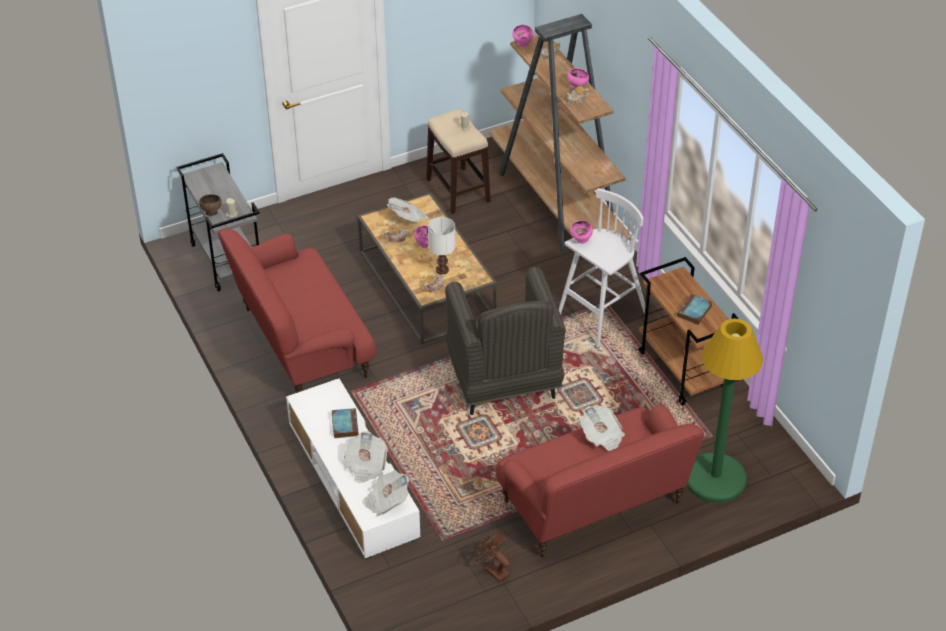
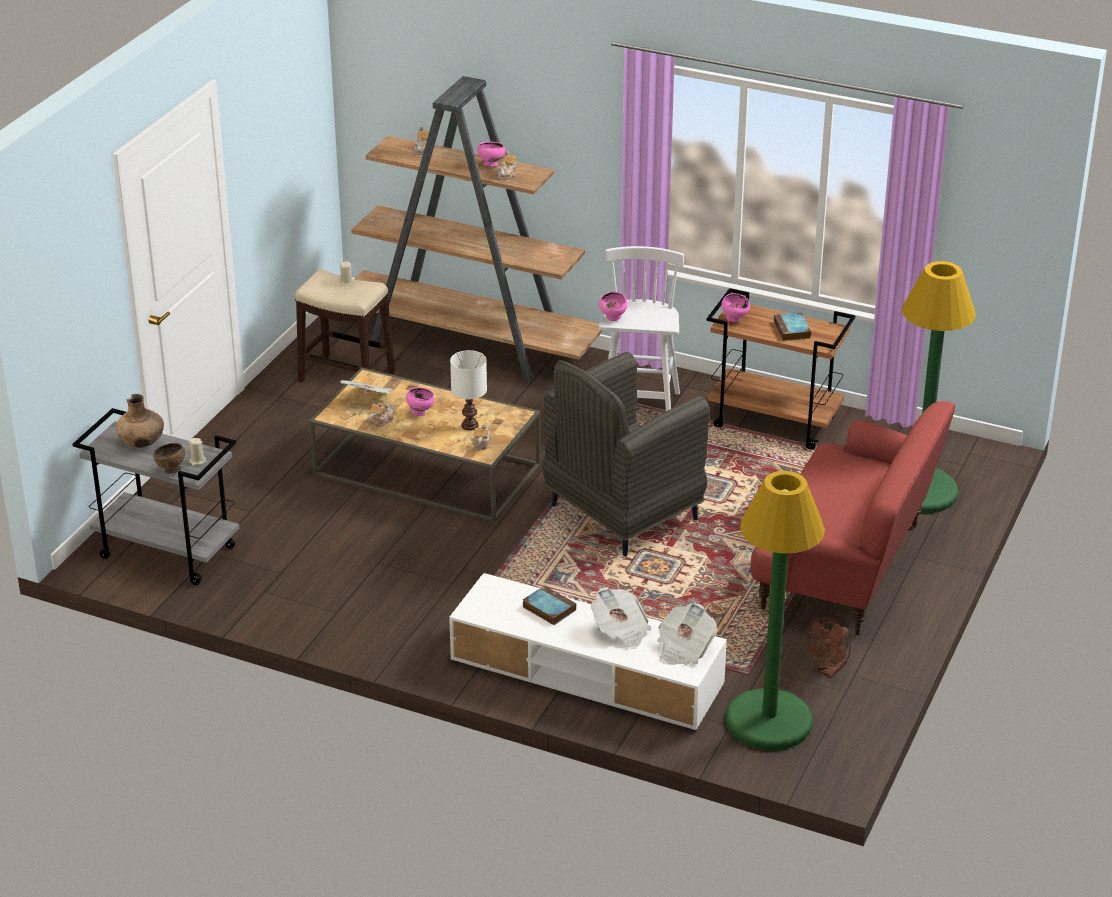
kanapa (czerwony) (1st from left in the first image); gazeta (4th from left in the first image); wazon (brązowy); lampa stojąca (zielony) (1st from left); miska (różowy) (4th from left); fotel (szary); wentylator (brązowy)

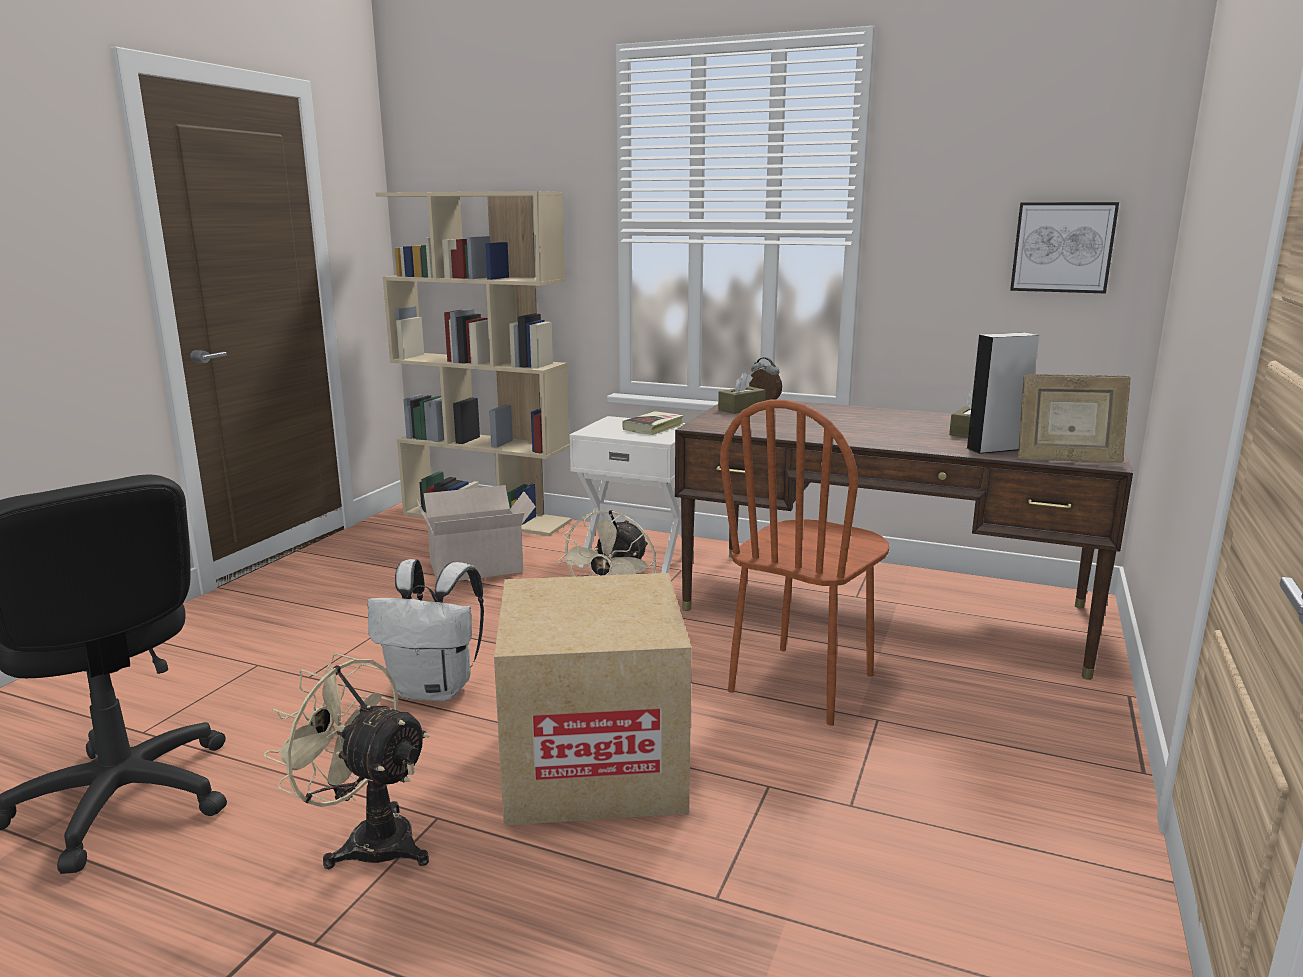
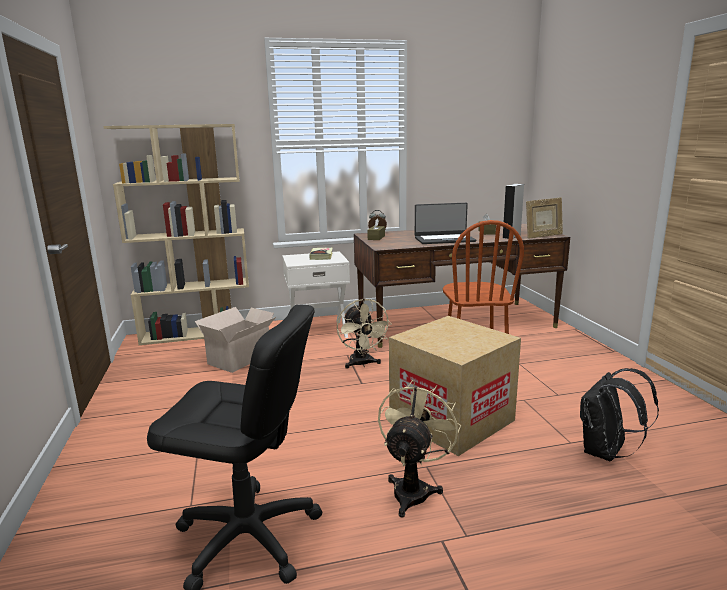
plecak (biały); obraz; laptop; plecak (czarny); wentylator (beżowy) (2nd from left)

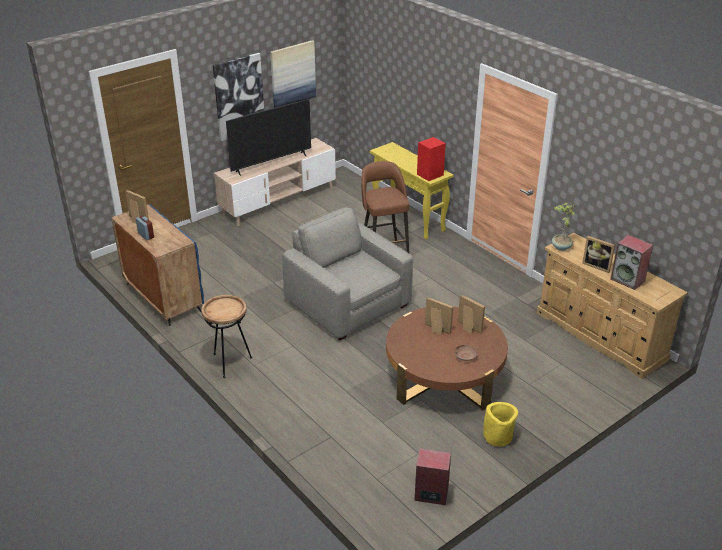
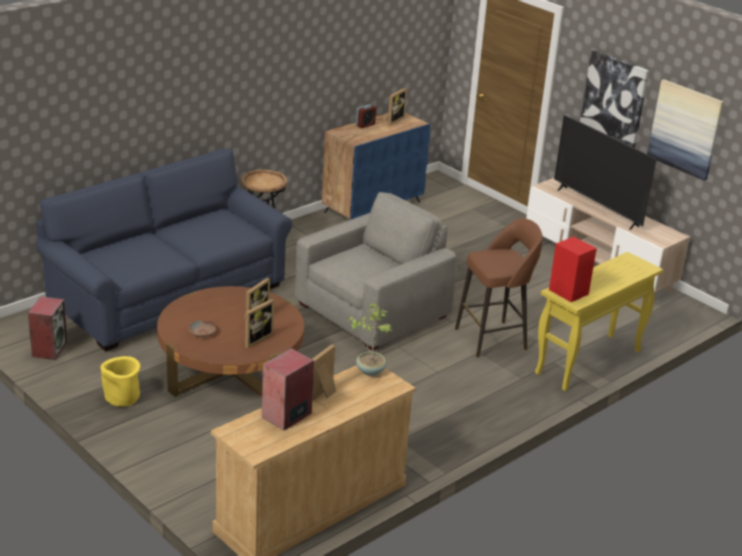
kanapa (niebieski)

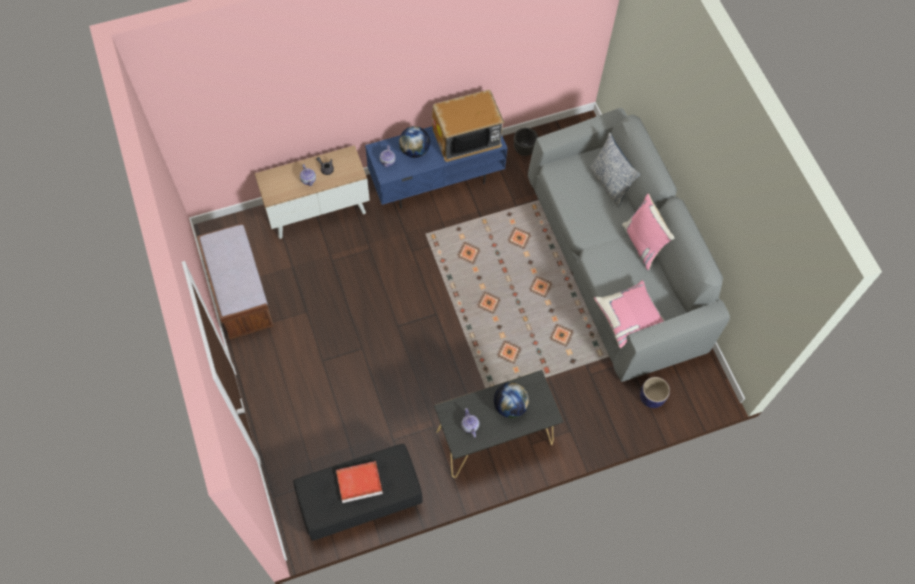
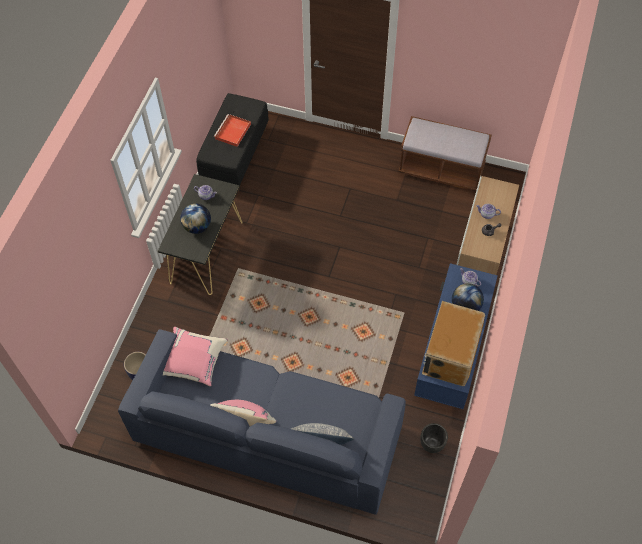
kanapa (niebieski)

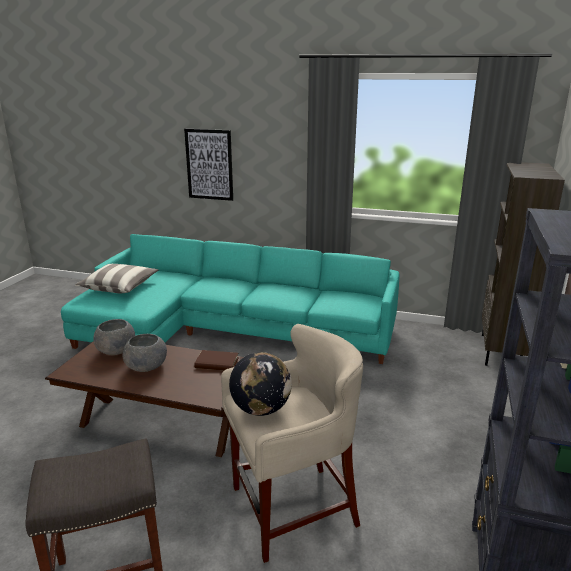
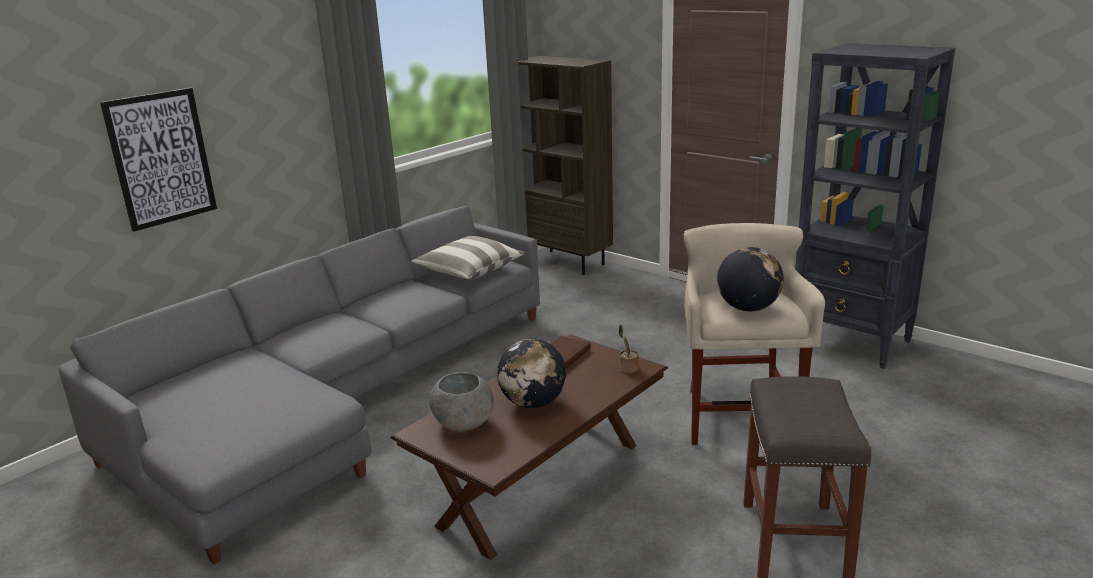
roślina doniczkowa; poduszka; globus (1st from left); kanapa (szary)

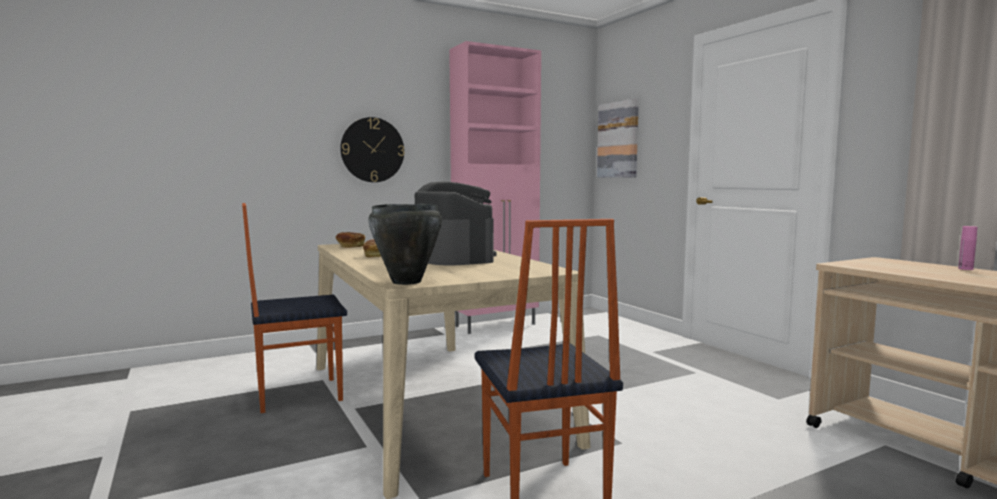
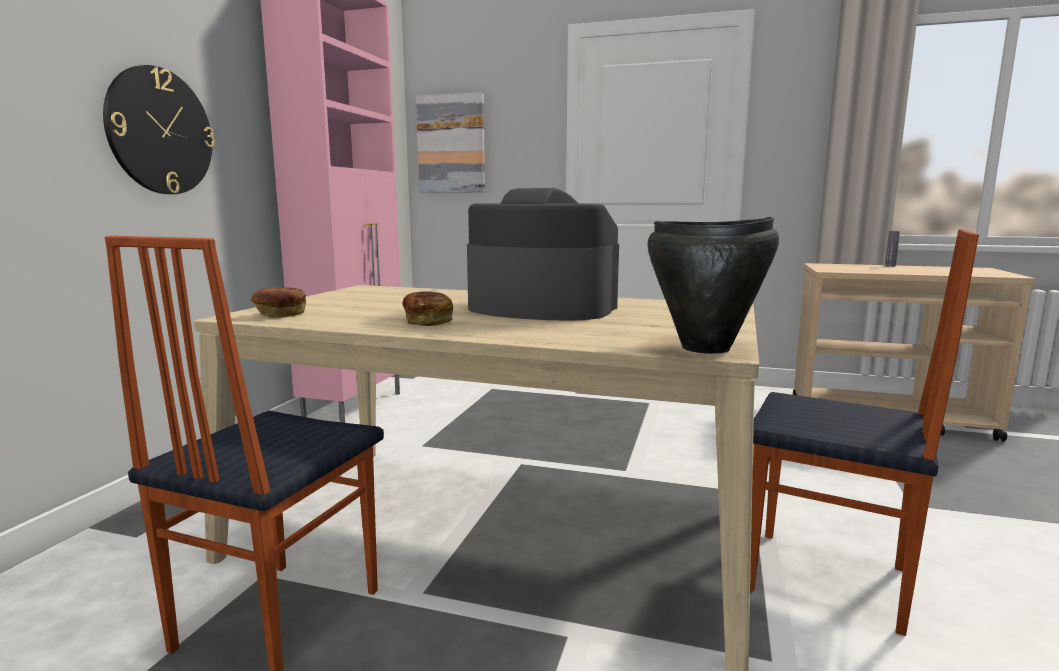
butelka (szary)

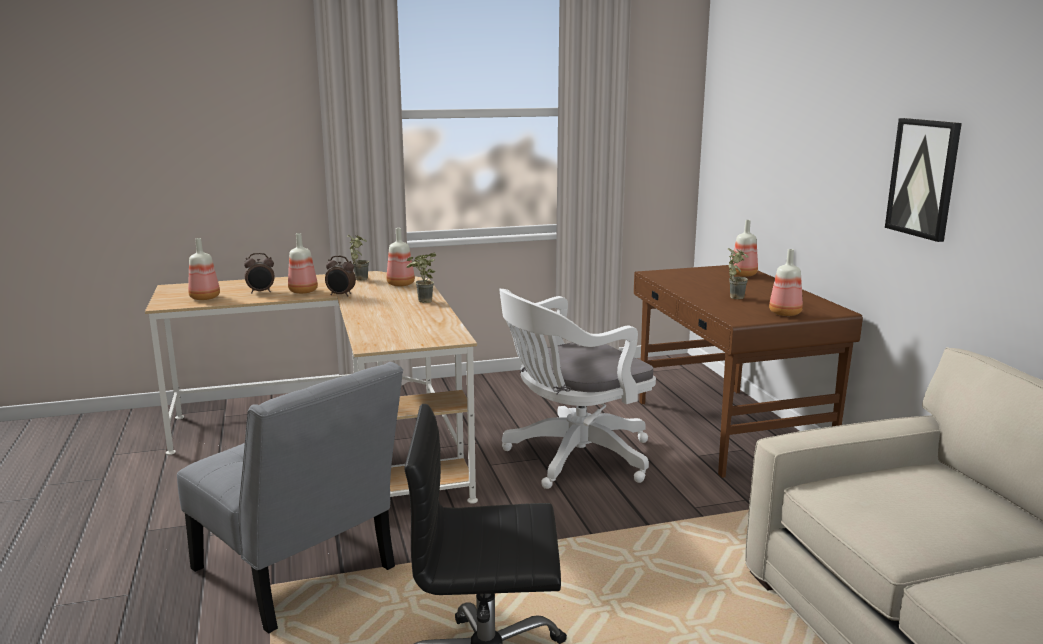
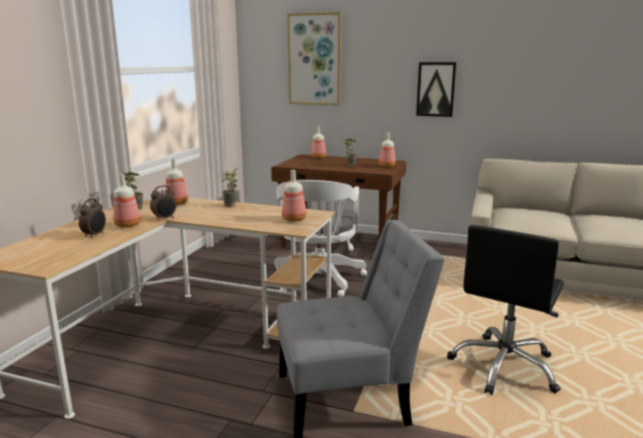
obraz (1st from left); butelka (3rd from left)

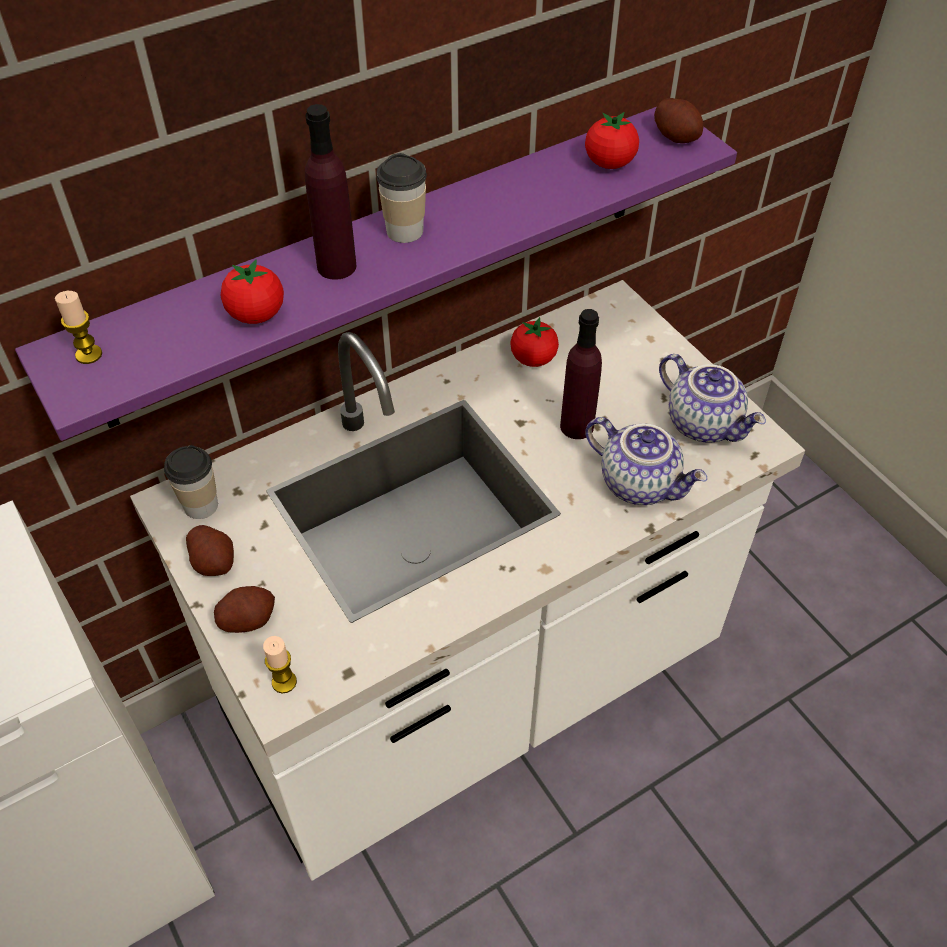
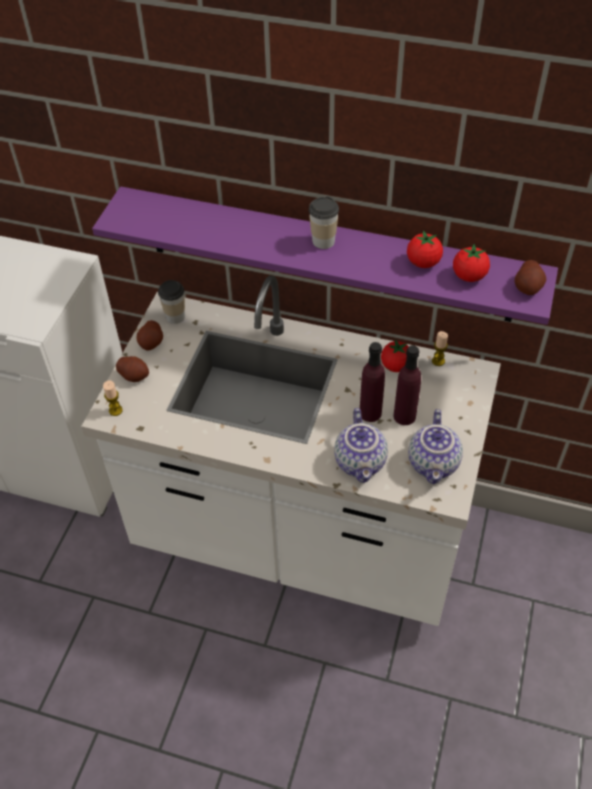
świeca (2nd from left); pomidor (2nd from left); butelka (fioletowy) (2nd from left)

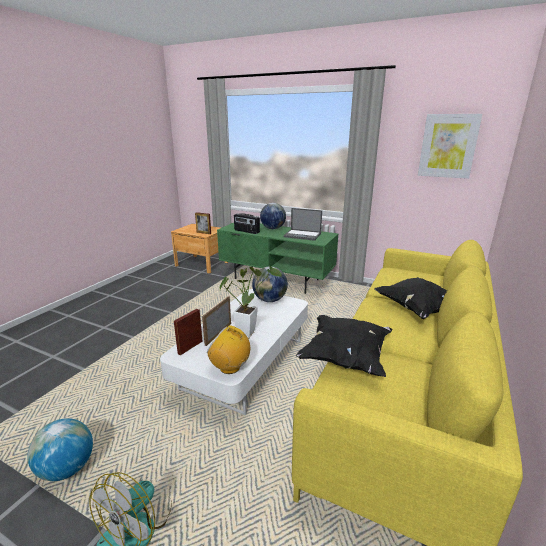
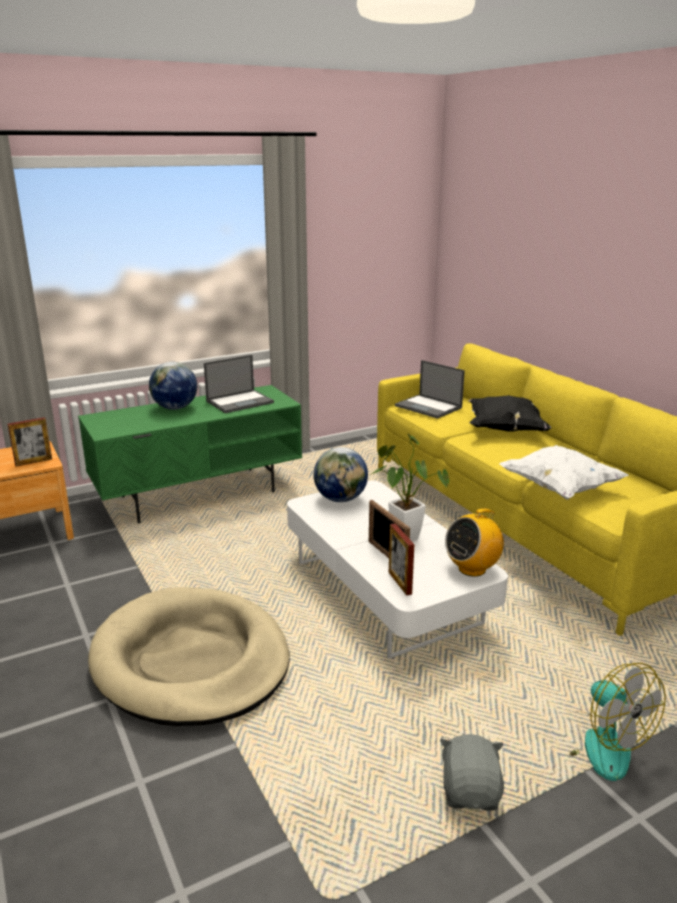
radio (2nd from left in the first image); obraz; legowisko (beżowy); laptop (2nd from left); pluszak (szary); poduszka (biały)

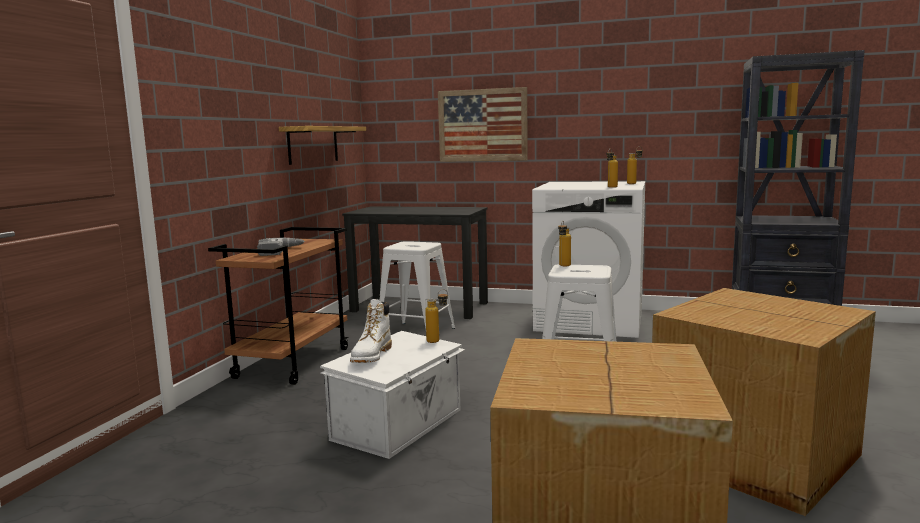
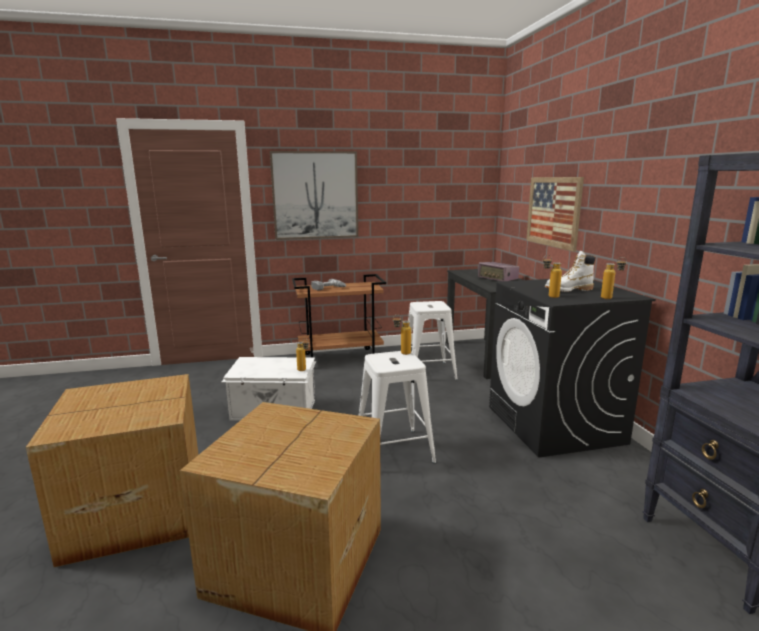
półka; obraz (1st from left); radio; but z cholewką (biały); pralka (czarny)

